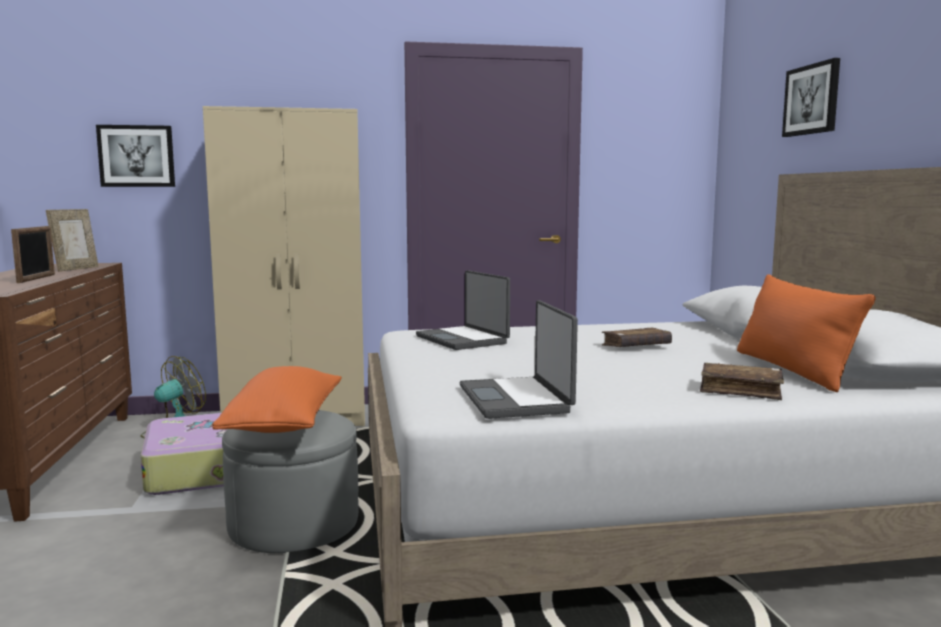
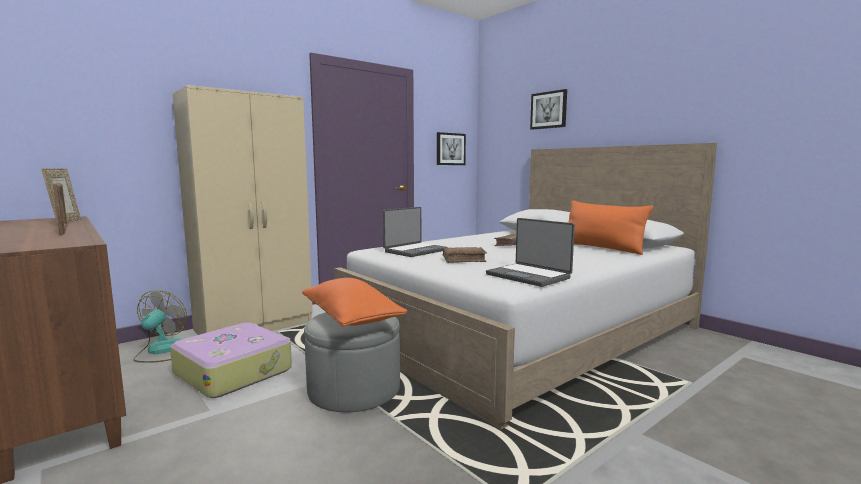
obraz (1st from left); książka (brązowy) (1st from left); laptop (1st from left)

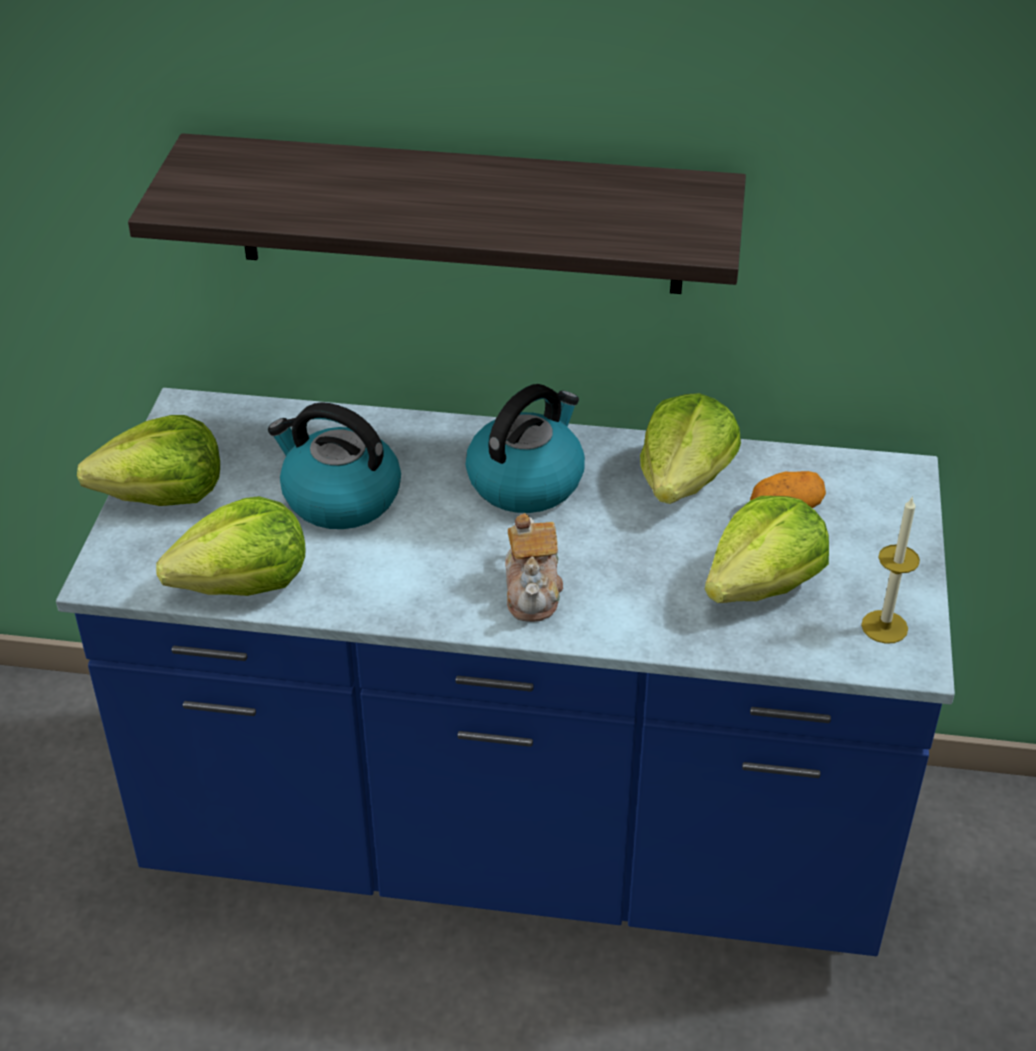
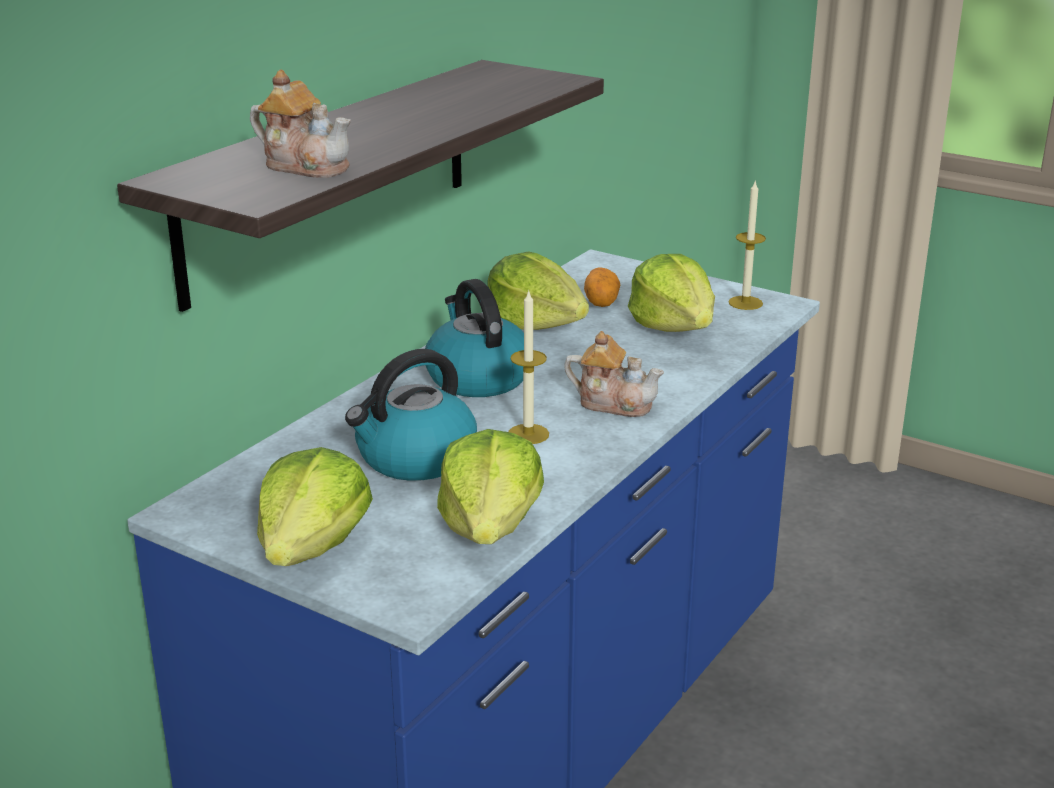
imbryk (1st from left); świeca (1st from left)

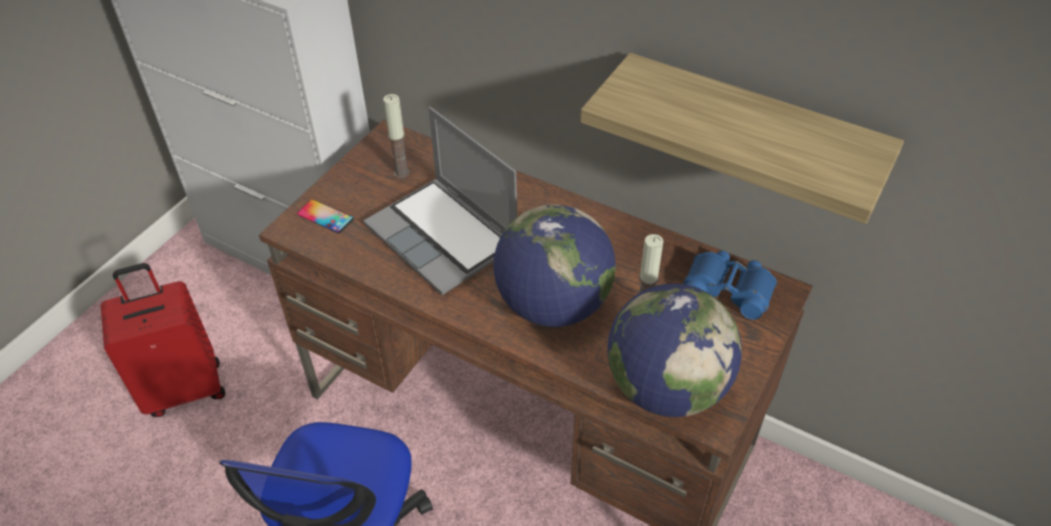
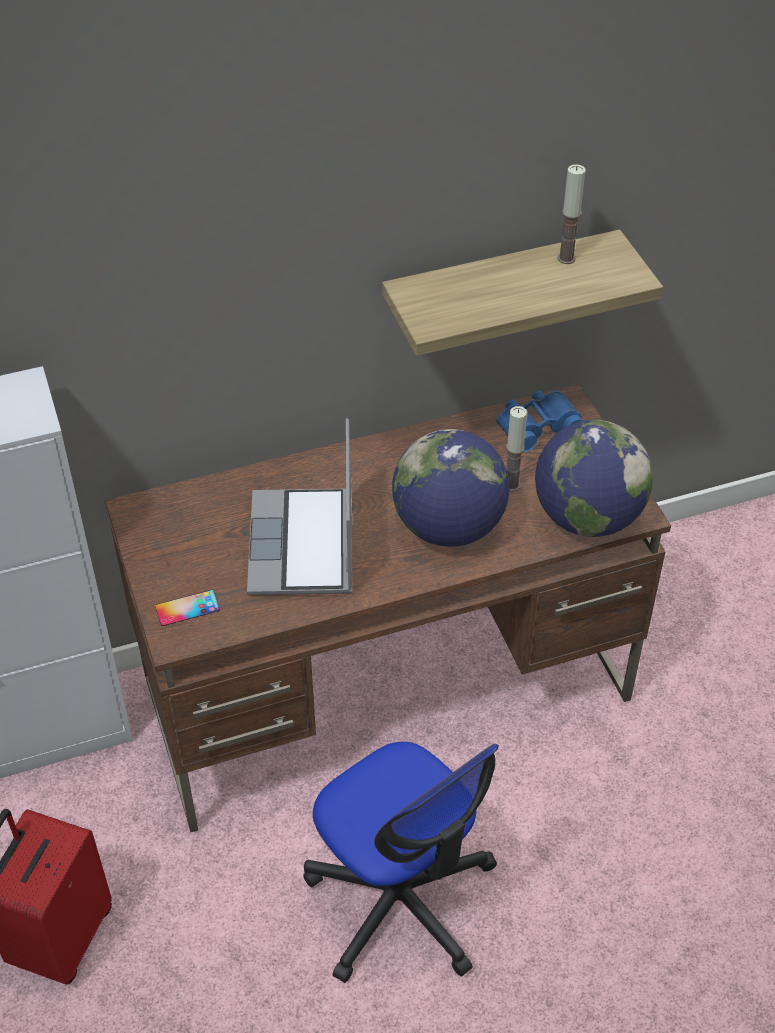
świeca (2nd from left); laptop

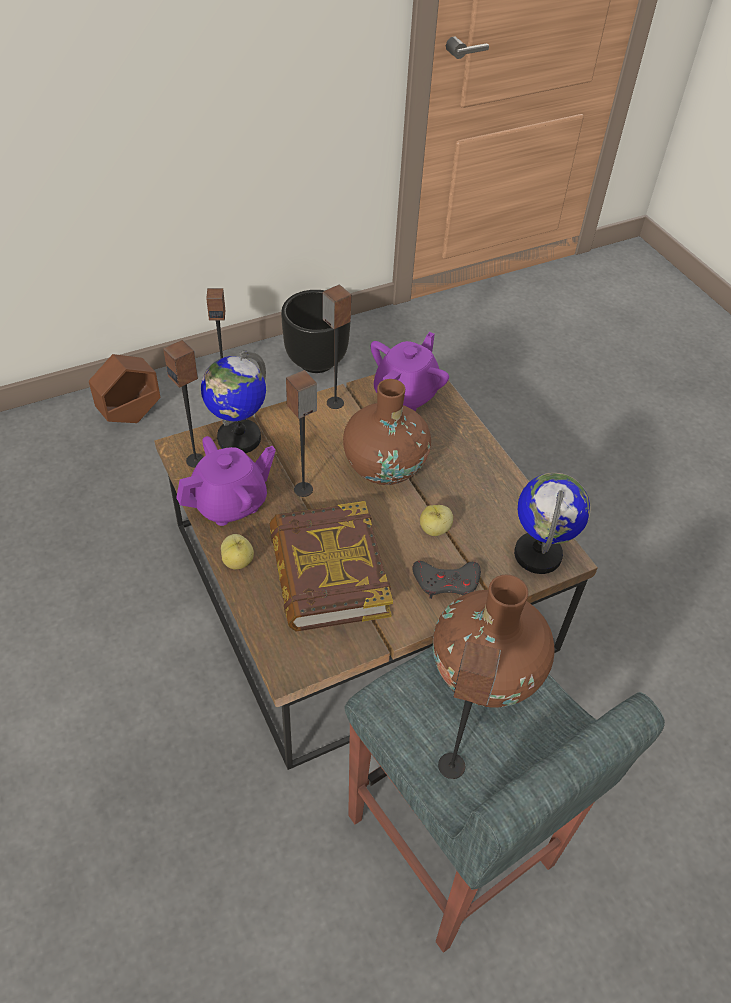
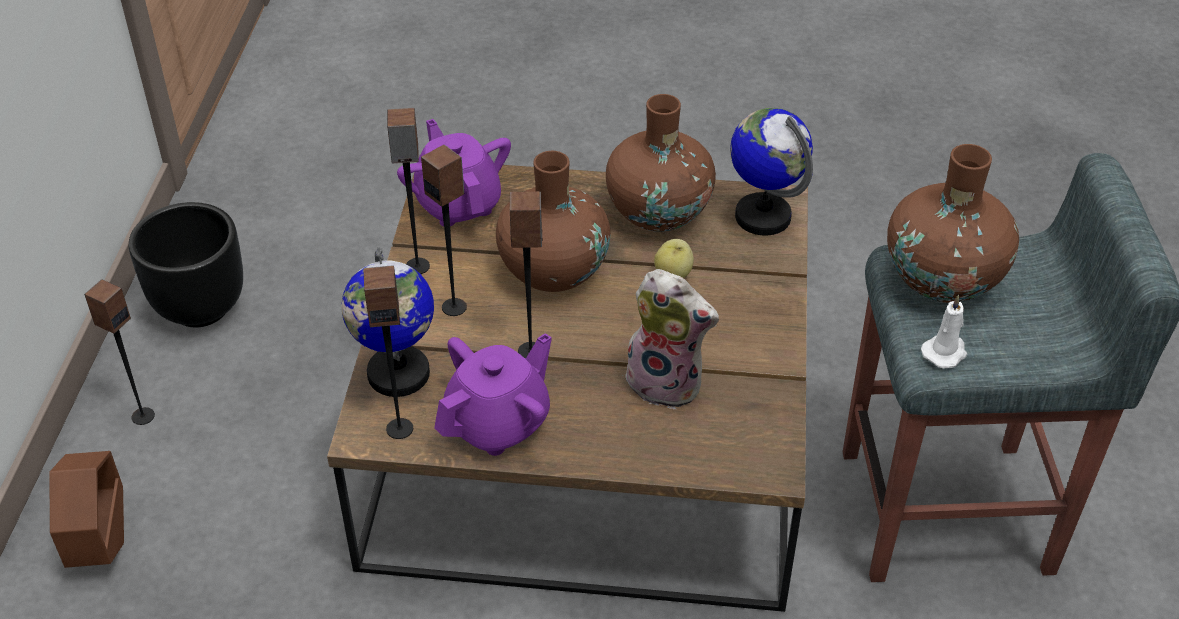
jabłko (1st from left in the first image); pad do gier (szary); wazon (brązowy) (2nd from left); świeca (biały); głośnik (4th from left); pluszak; imbryk (fioletowy) (2nd from left)

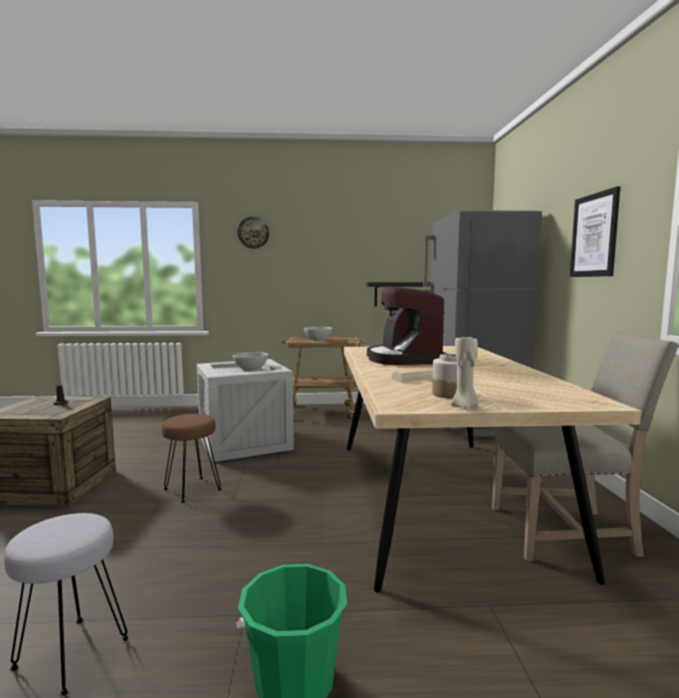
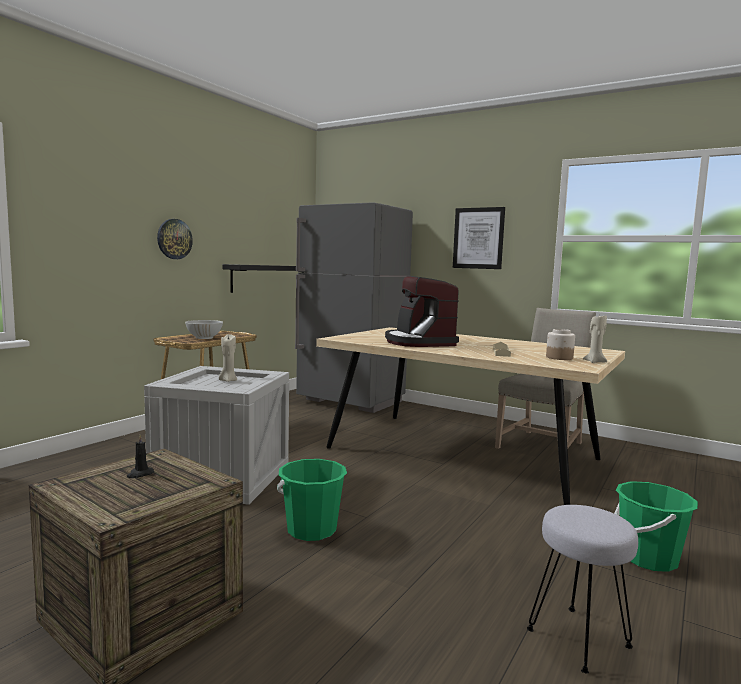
zegar ścienny; wiadro (zielony) (1st from left); świeca (beżowy) (1st from left); ekspres do kawy

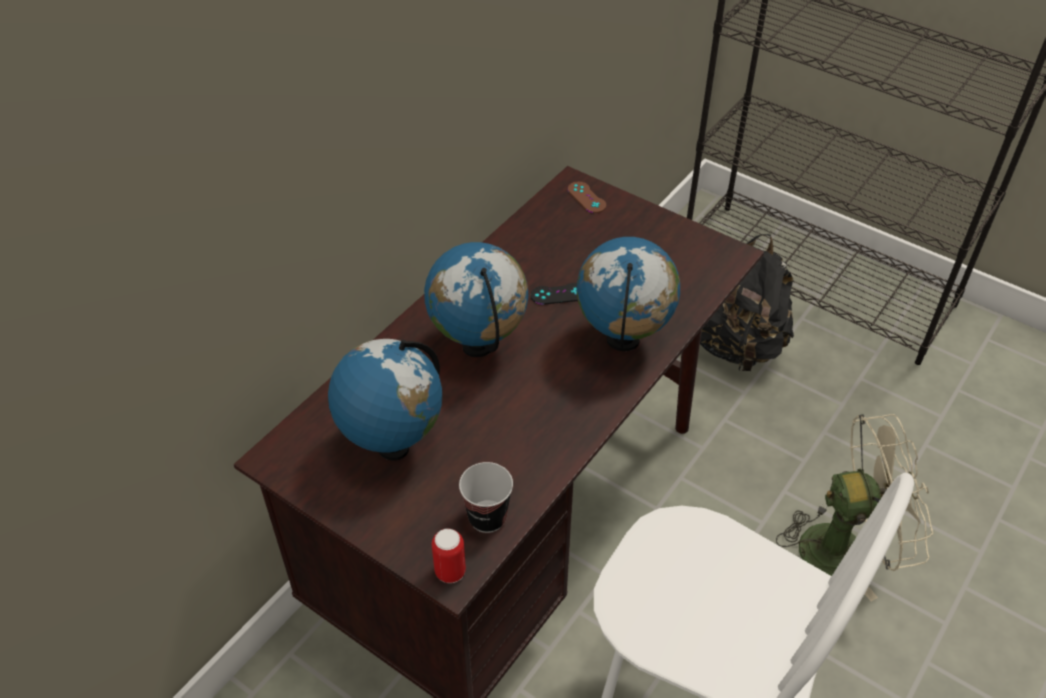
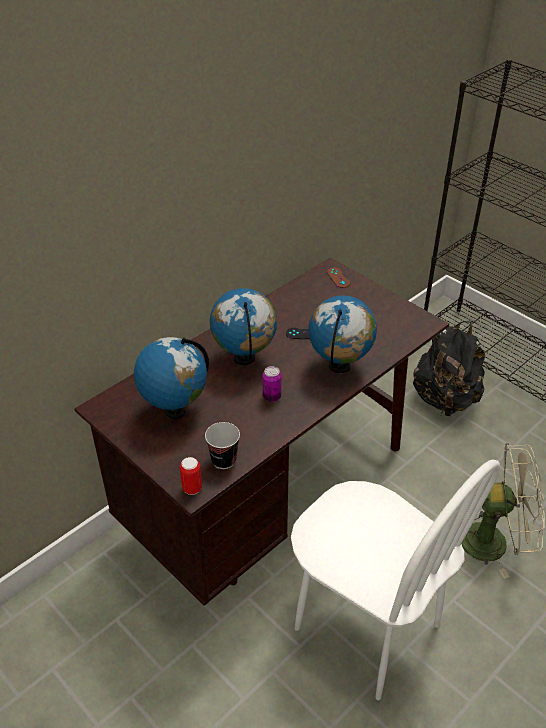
puszka (2nd from left)

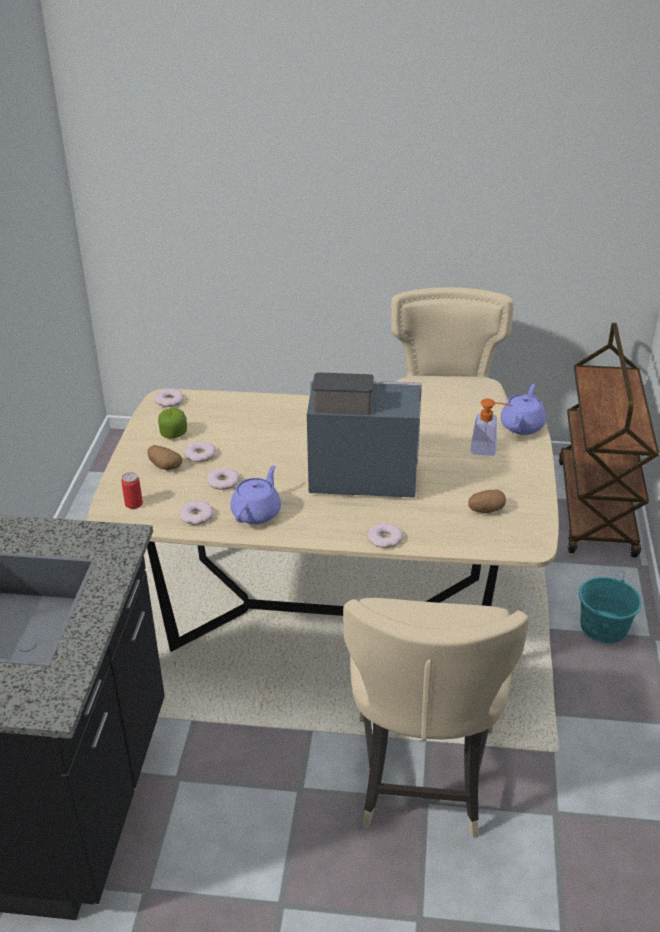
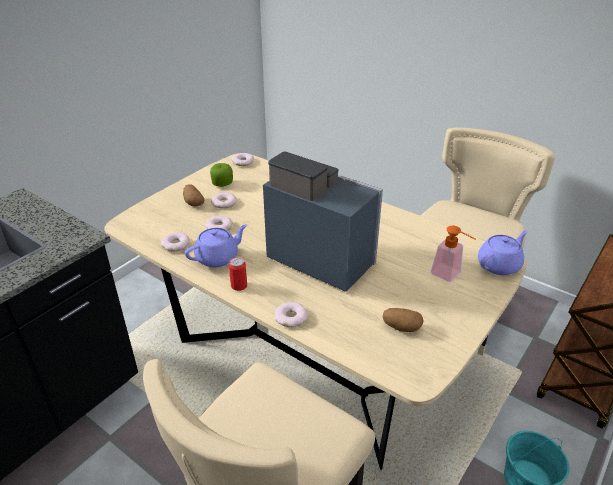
puszka

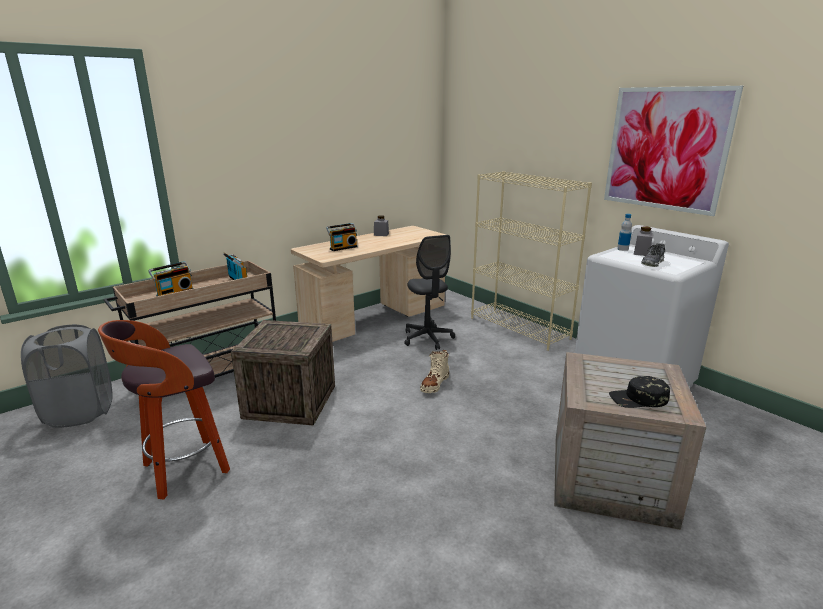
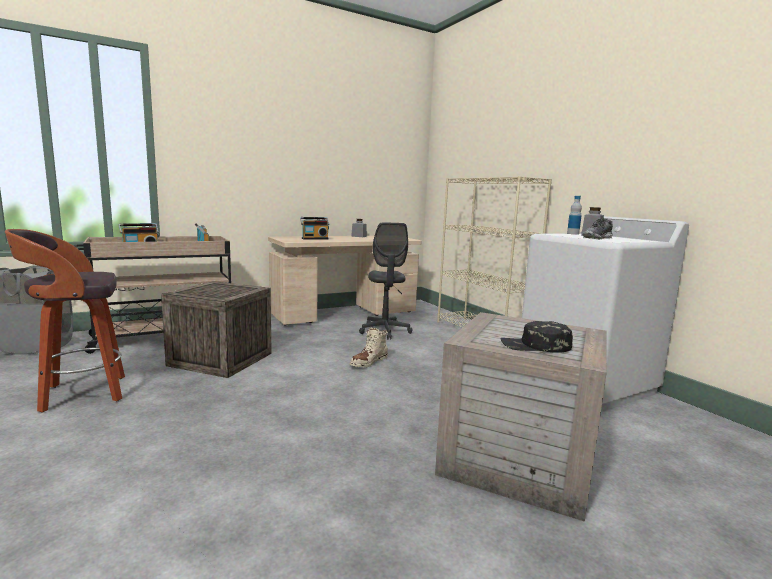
obraz

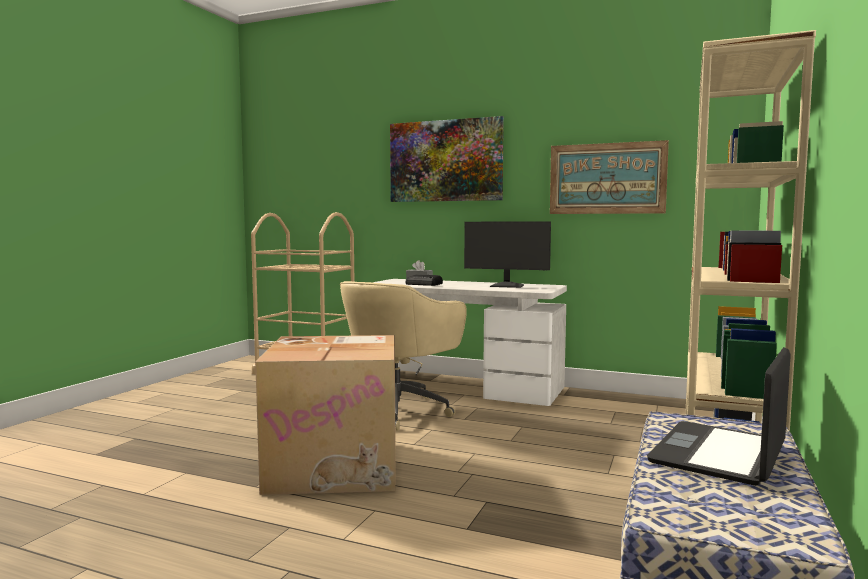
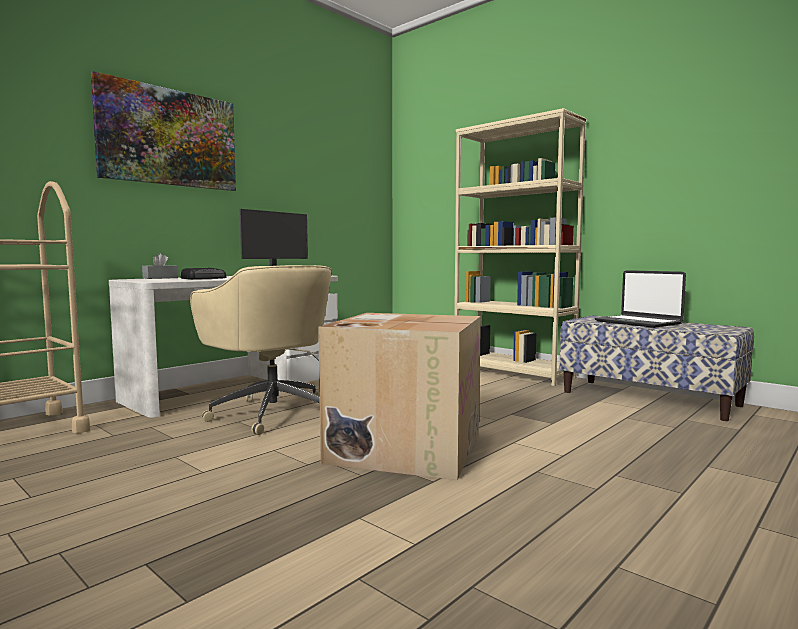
obraz (2nd from left in the first image)

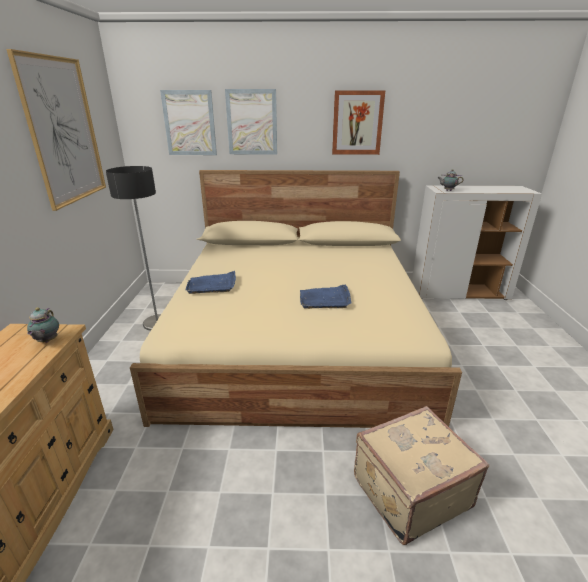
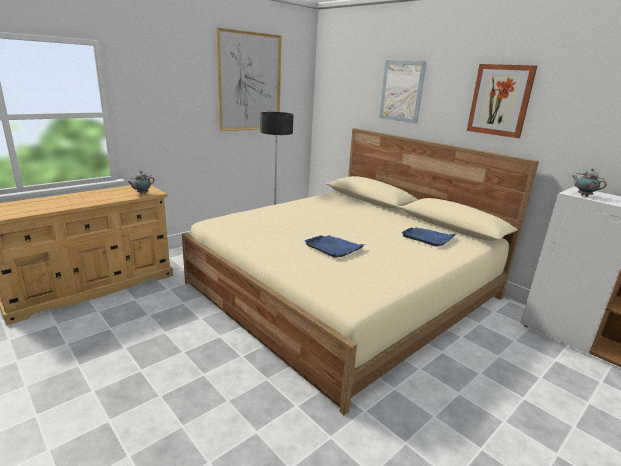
obraz (2nd from left in the first image); walizka (beżowy); taca (niebieski) (2nd from left)

